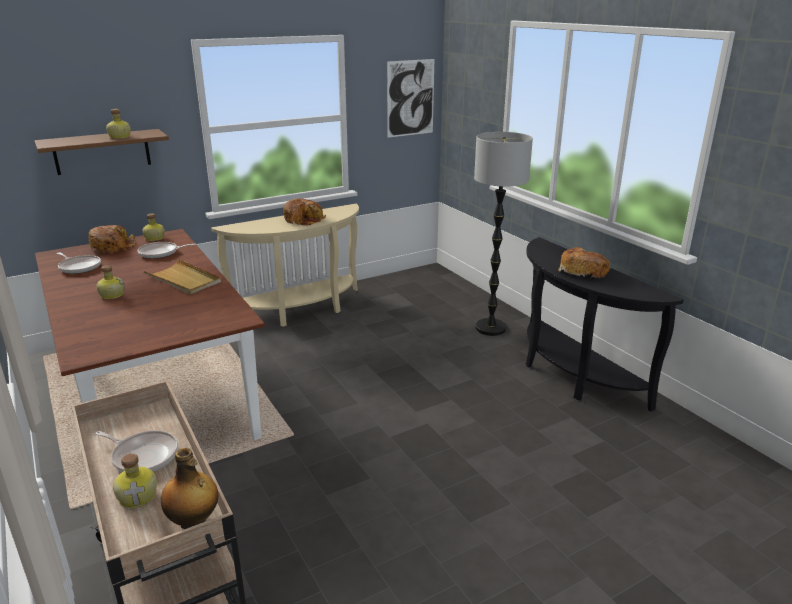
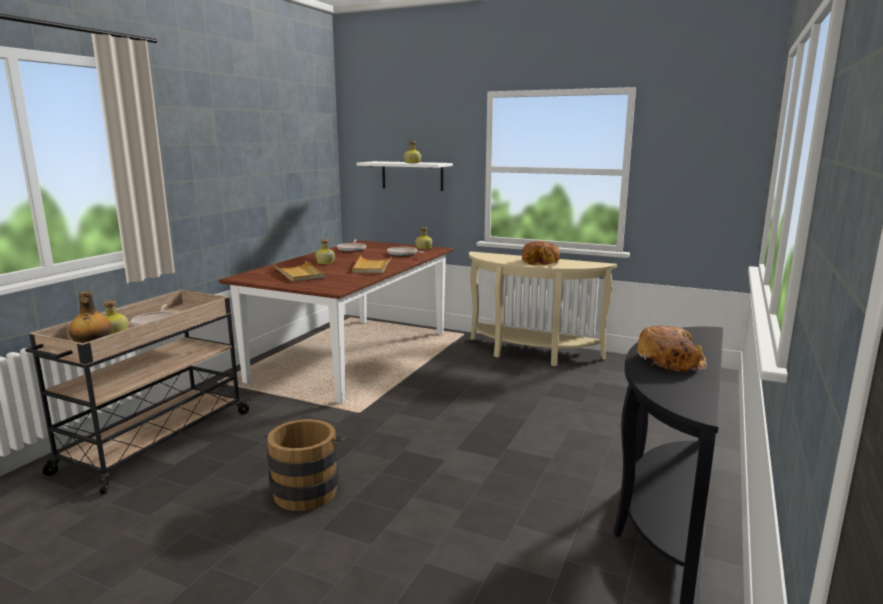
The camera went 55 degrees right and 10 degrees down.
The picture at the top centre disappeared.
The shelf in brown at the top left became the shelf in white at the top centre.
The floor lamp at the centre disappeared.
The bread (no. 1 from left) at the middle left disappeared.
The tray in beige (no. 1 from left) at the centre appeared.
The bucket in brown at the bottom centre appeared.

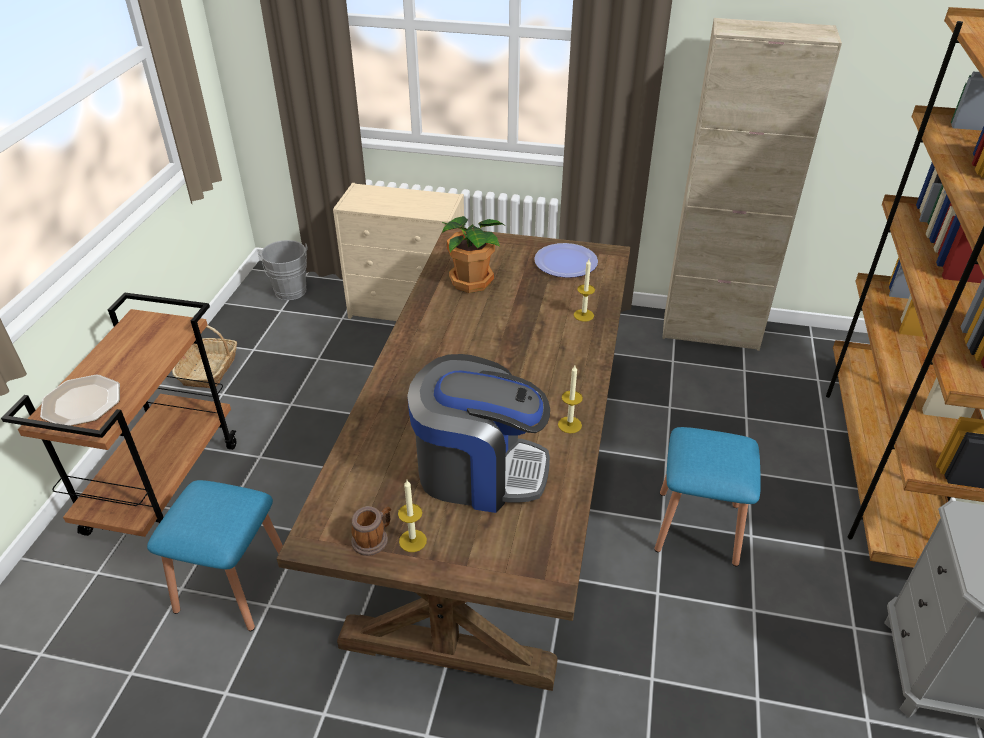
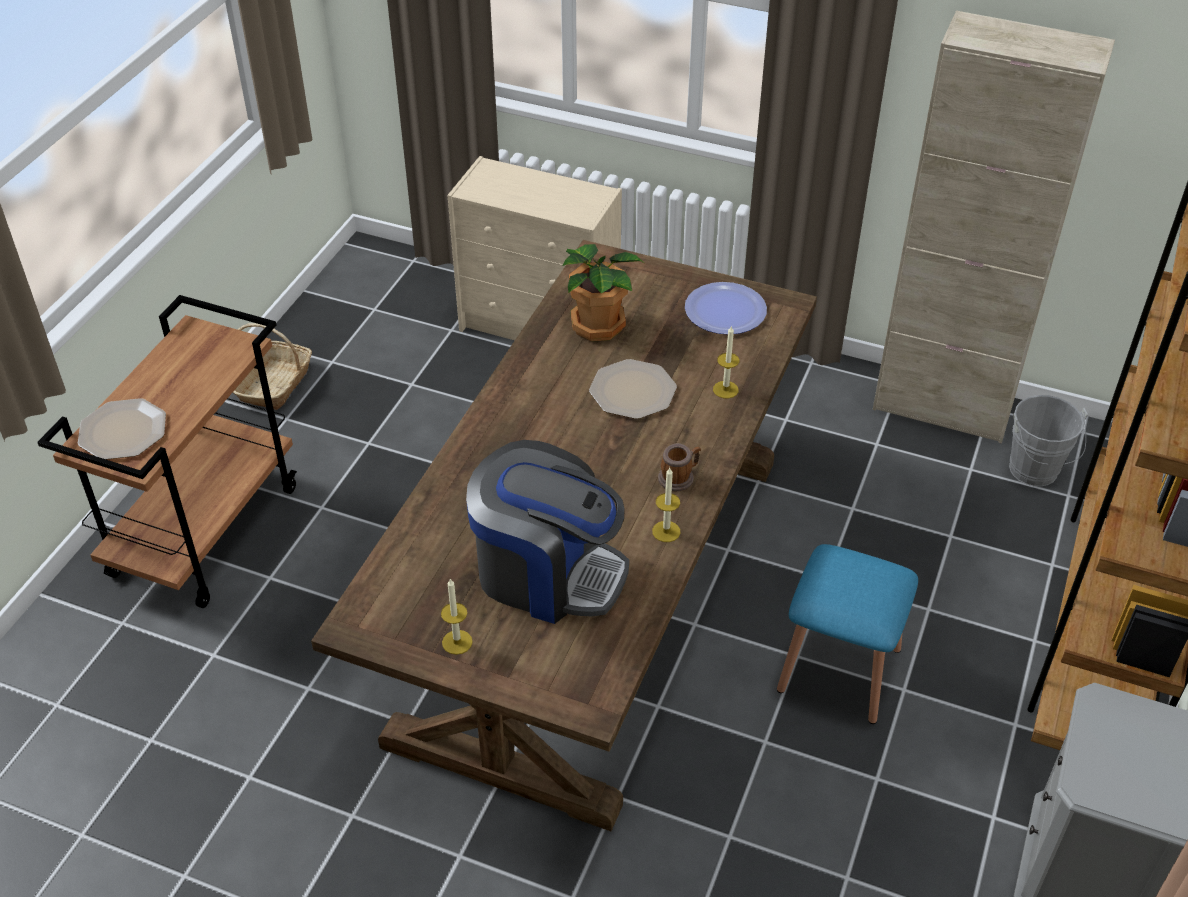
The camera went 10 degrees right and 5 degrees up.
The bucket in grey moved from the middle left to the middle right.
The stool in blue (no. 1 from left) at the bottom left disappeared.
The mug moved from the bottom centre to the centre.
The plate (no. 2 from left) at the centre appeared.

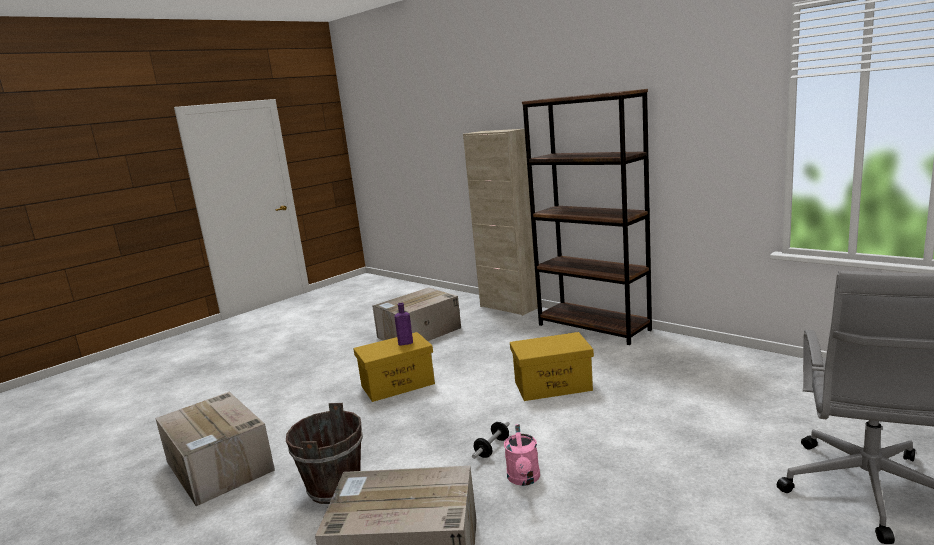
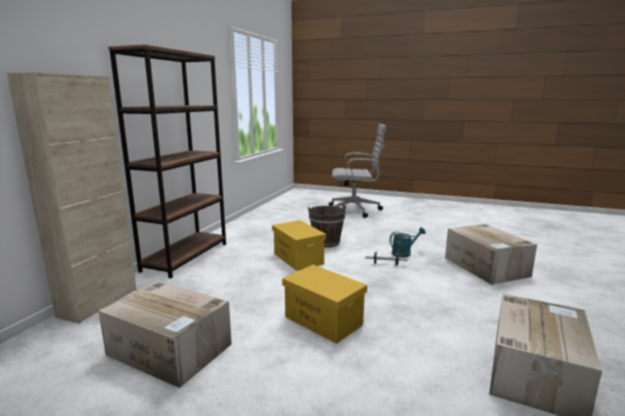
The camera went 115 degrees left and 0 degrees up.
The bottle in purple at the centre disappeared.
The bucket in brown moved from the bottom centre to the centre.
The watering can in pink at the bottom centre became the watering can in turquoise at the centre.

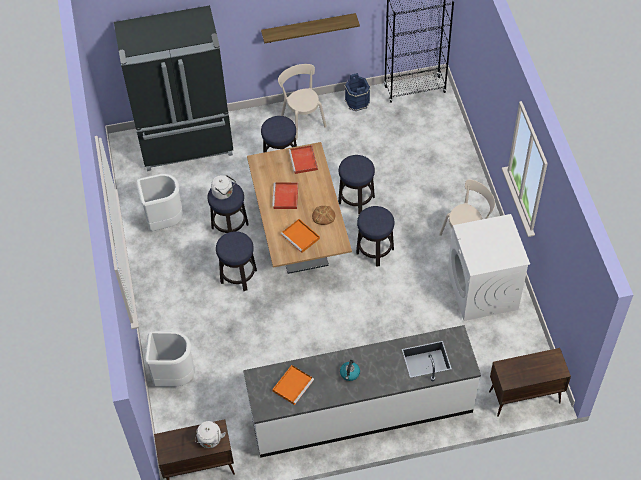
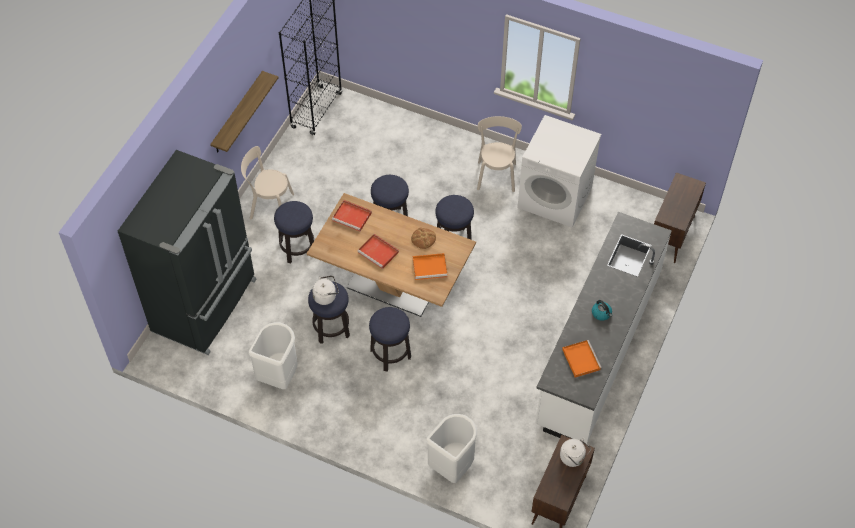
The camera went 55 degrees left and 0 degrees up.
The bucket in blue at the top centre disappeared.

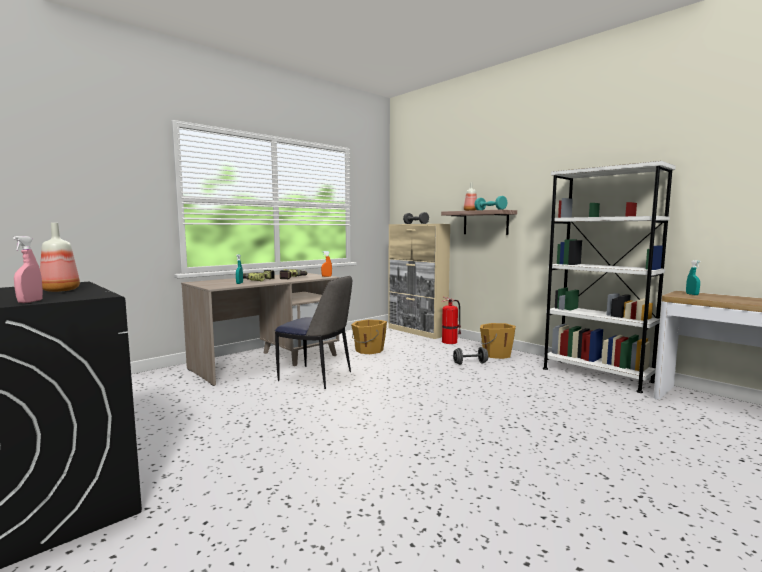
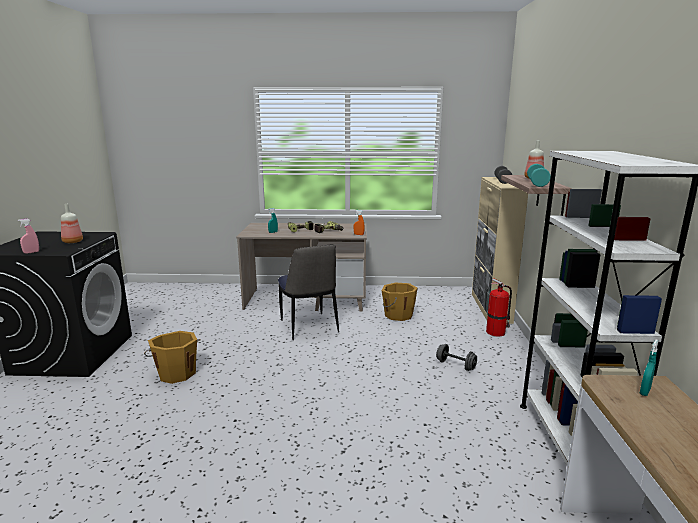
The camera went 45 degrees right and 10 degrees up.
The bucket in orange (no. 2 from left in the first image) moved from the centre to the bottom left.

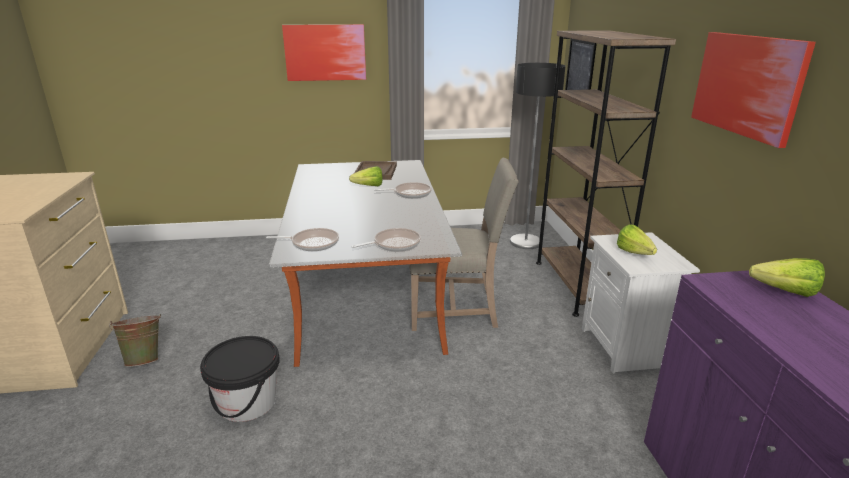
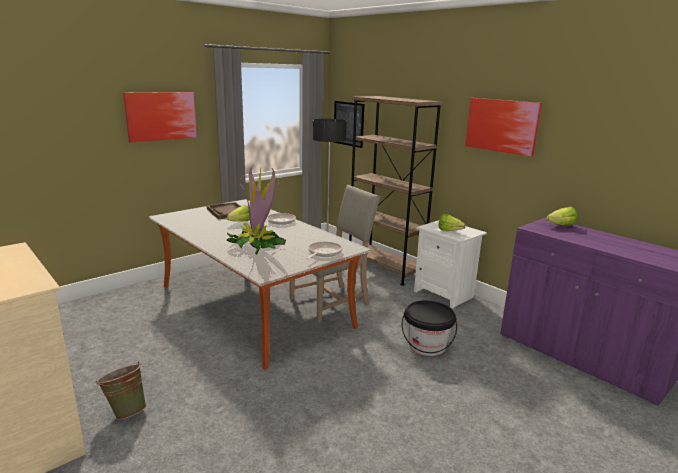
The camera went 35 degrees left and 5 degrees down.
The frying pan (no. 1 from left) at the centre disappeared.
The bucket in black moved from the bottom left to the bottom centre.
The potted plant at the centre appeared.

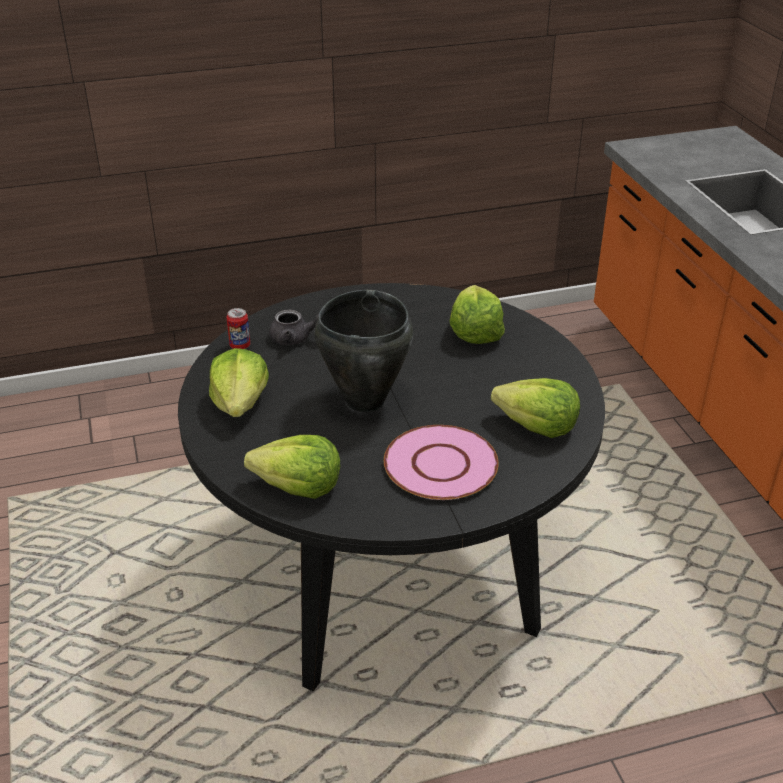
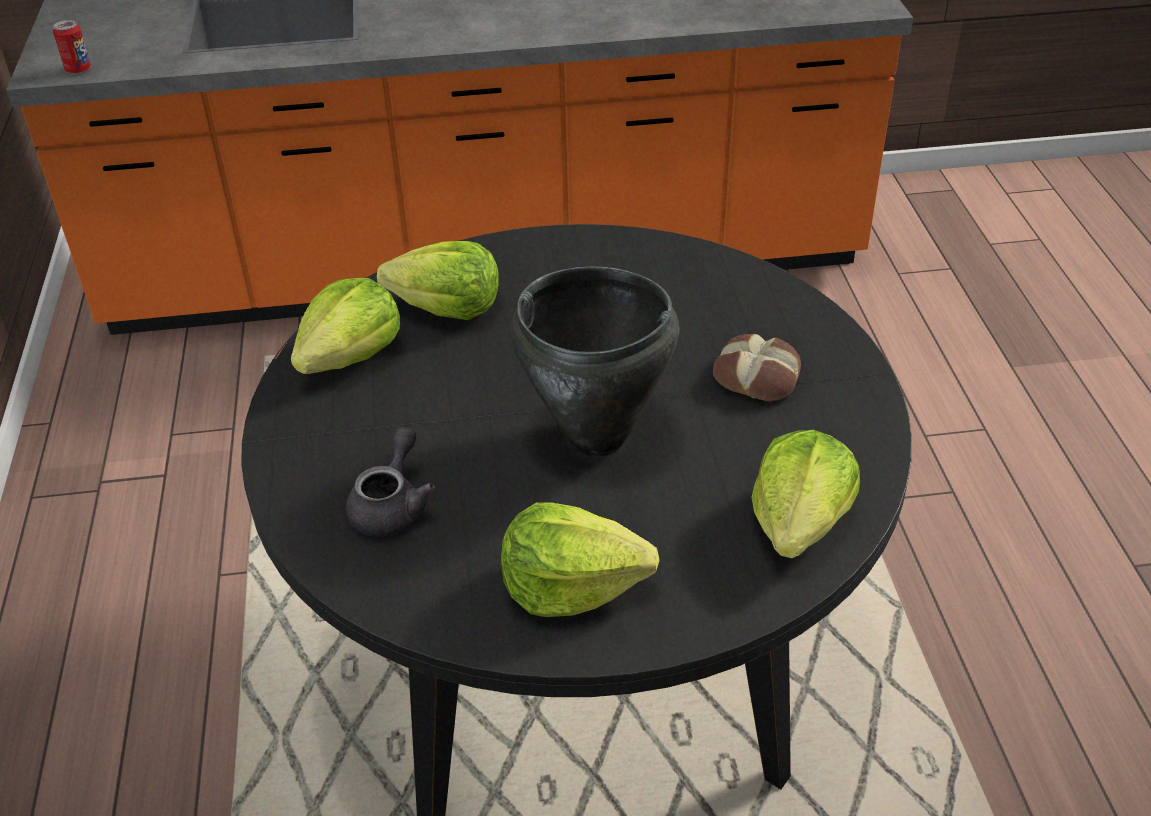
The camera went 80 degrees left and 5 degrees up.
The can moved from the middle left to the top left.
The lettuce (no. 4 from left in the first image) moved from the middle right to the middle left.
The plate in pink at the centre was replaced by the bread at the centre.

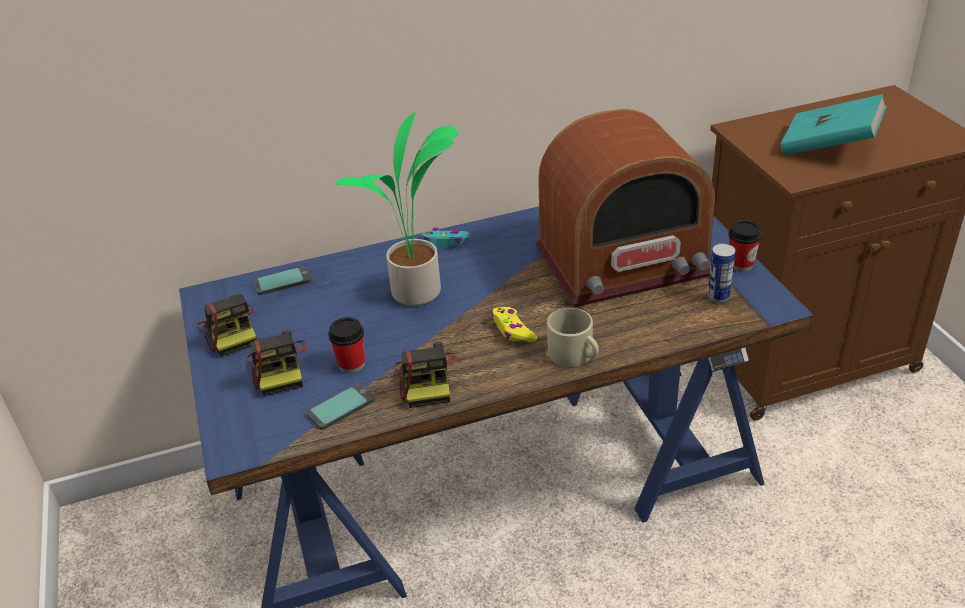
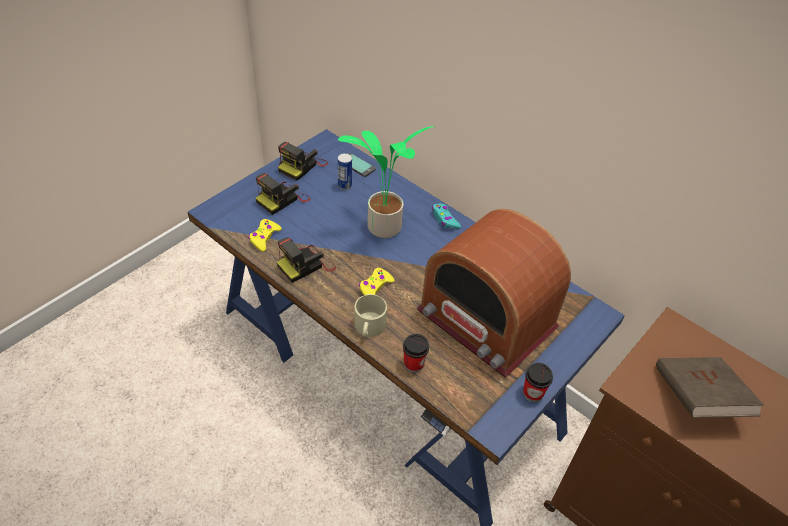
The camera went 55 degrees right and 10 degrees up.
The book in turquoise at the top right became the book in brown at the bottom right.
The can moved from the middle right to the top centre.
The cup (no. 1 from left) moved from the centre to the bottom centre.
The phone (no. 2 from left) at the bottom centre was replaced by the game controller in yellow (no. 1 from left) at the centre.

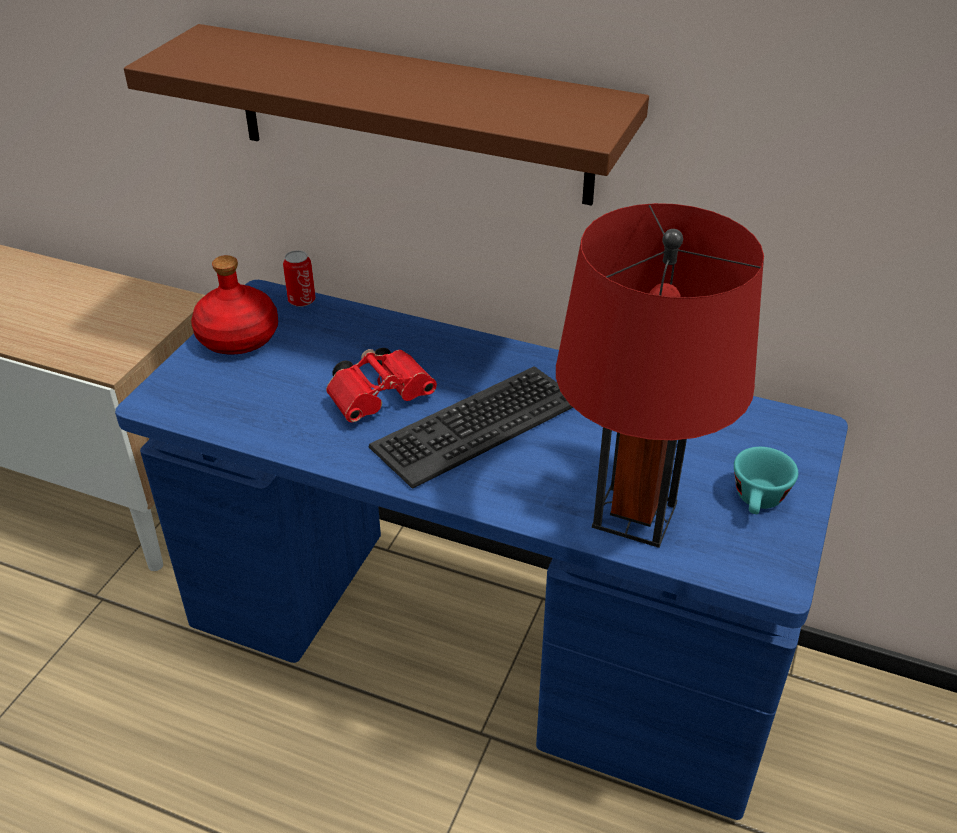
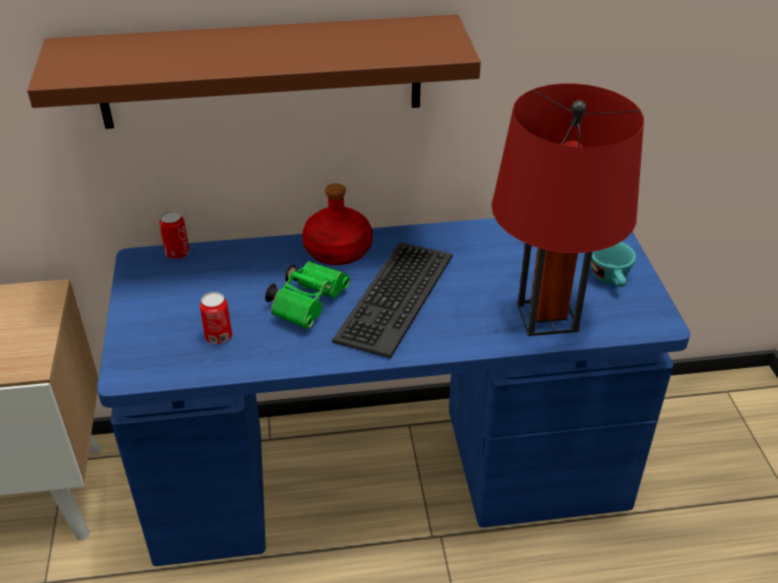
The camera went 30 degrees left and 0 degrees up.
The bottle in red moved from the middle left to the centre.
The binoculars in red at the centre became the binoculars in green at the centre.
The can (no. 2 from left) at the middle left appeared.

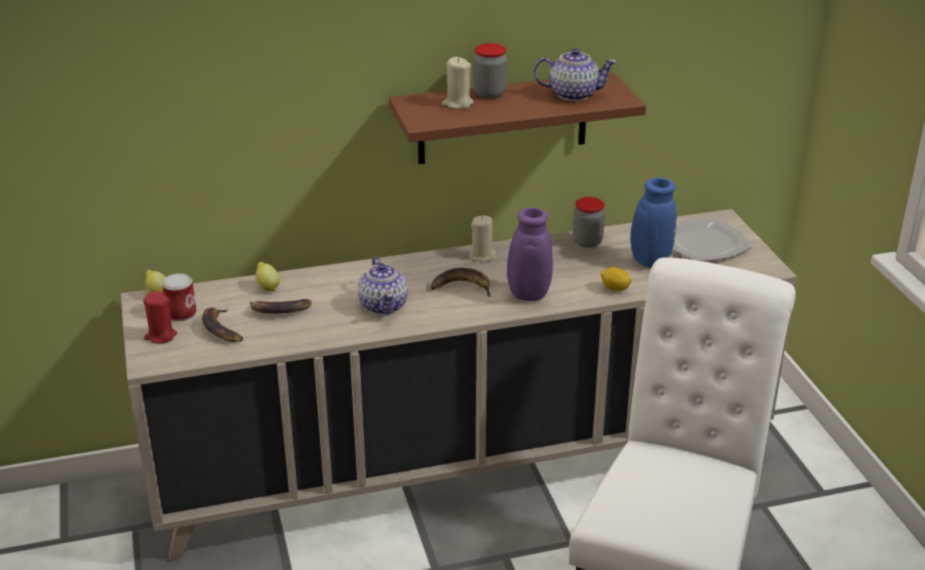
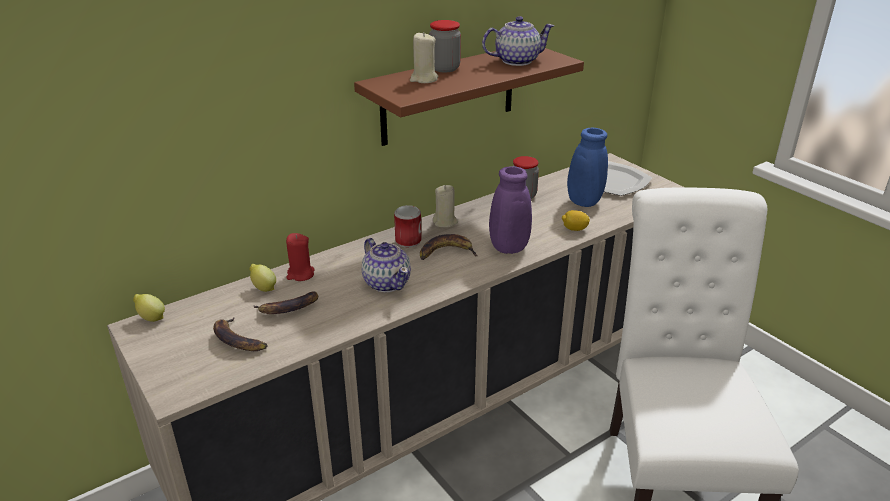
The camera went 20 degrees left and 0 degrees up.
The can moved from the middle left to the centre.
The candle in red moved from the middle left to the centre.

